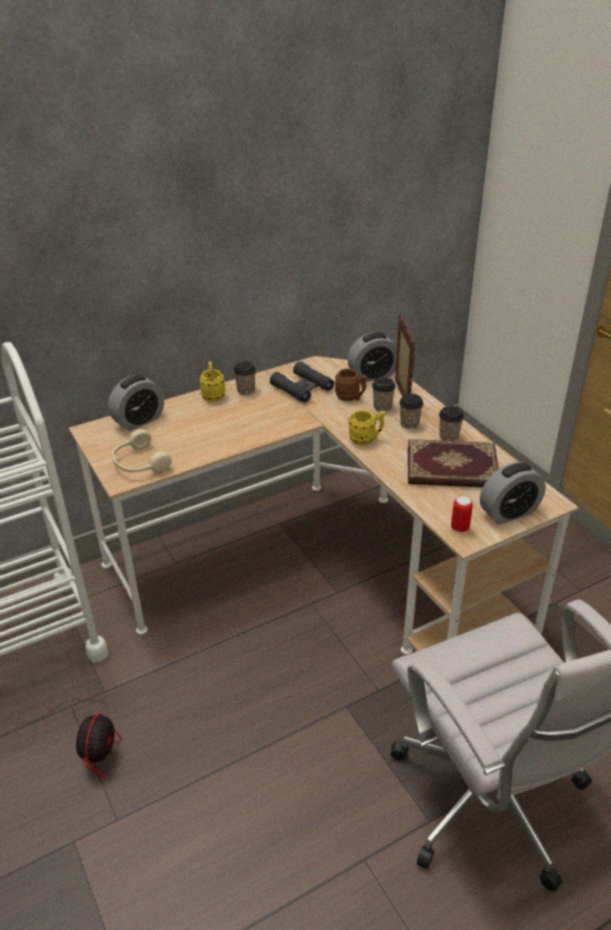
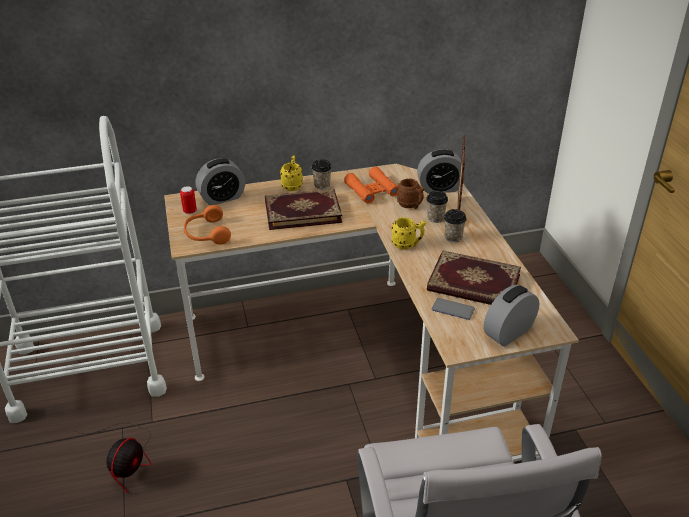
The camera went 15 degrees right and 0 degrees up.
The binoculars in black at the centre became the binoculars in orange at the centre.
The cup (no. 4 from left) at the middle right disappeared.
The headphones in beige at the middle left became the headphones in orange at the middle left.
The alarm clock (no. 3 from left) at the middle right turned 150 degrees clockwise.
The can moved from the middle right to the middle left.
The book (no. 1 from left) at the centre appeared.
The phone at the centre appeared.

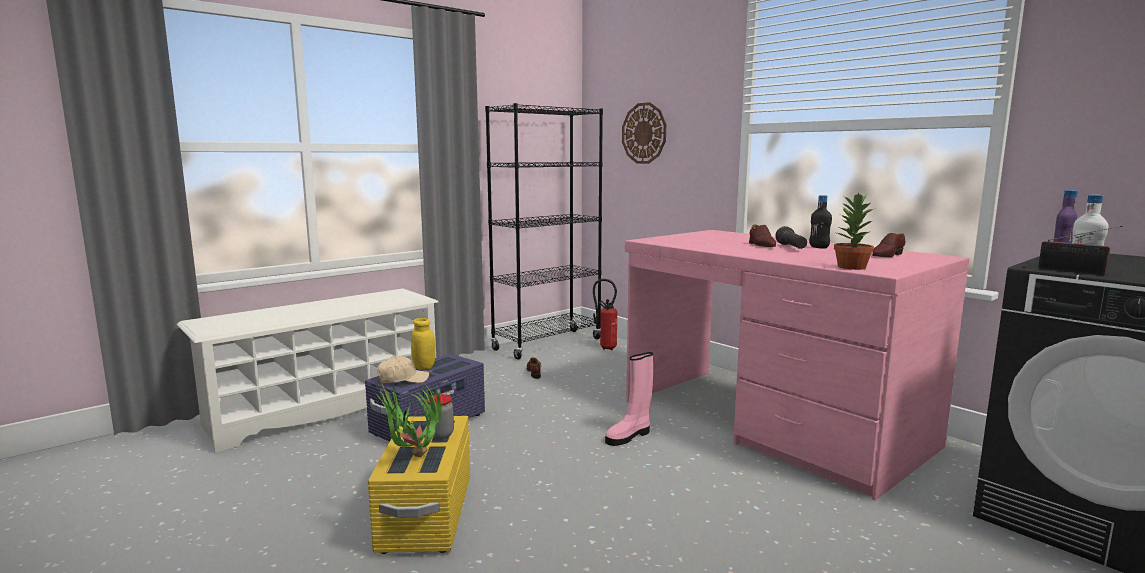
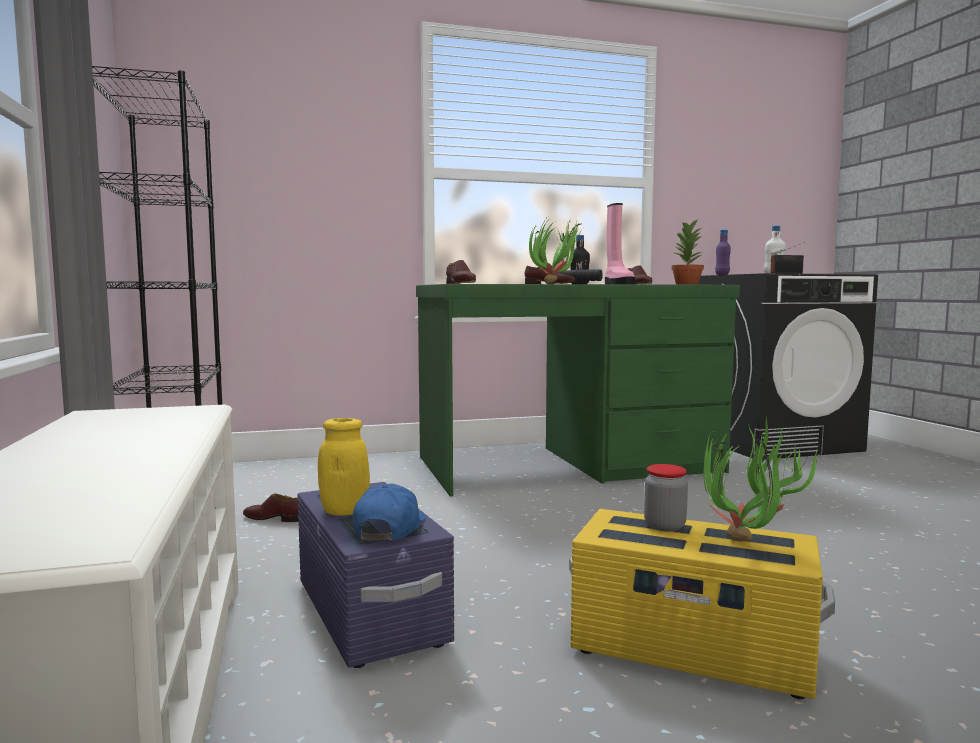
The camera went 65 degrees left and 5 degrees down.
The wall clock at the top centre disappeared.
The desk in pink at the middle right became the desk in green at the centre.
The fire extinguisher at the centre disappeared.
The boot in pink moved from the bottom centre to the top centre.
The cap in beige at the centre became the cap in blue at the bottom centre.
The potted plant (no. 1 from left) at the centre appeared.
The shoe in brown (no. 2 from left) at the centre appeared.

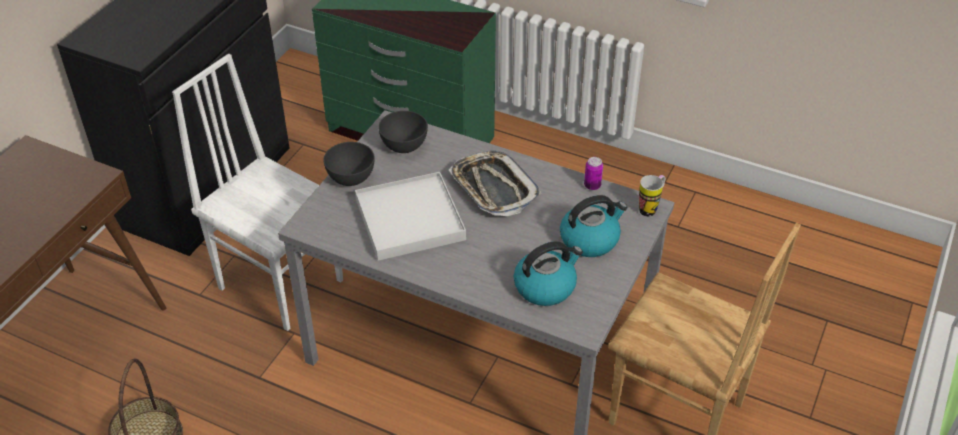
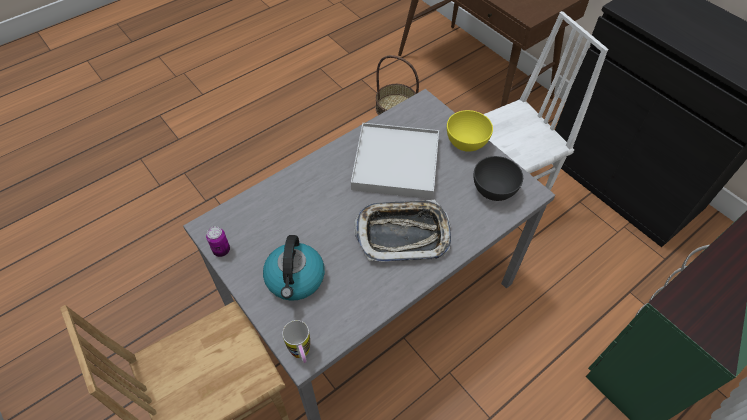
The camera went 115 degrees right and 10 degrees up.
The bowl in grey (no. 1 from left) at the centre became the bowl in yellow at the top centre.
The can moved from the centre to the middle left.
The kettle (no. 1 from left) at the centre disappeared.

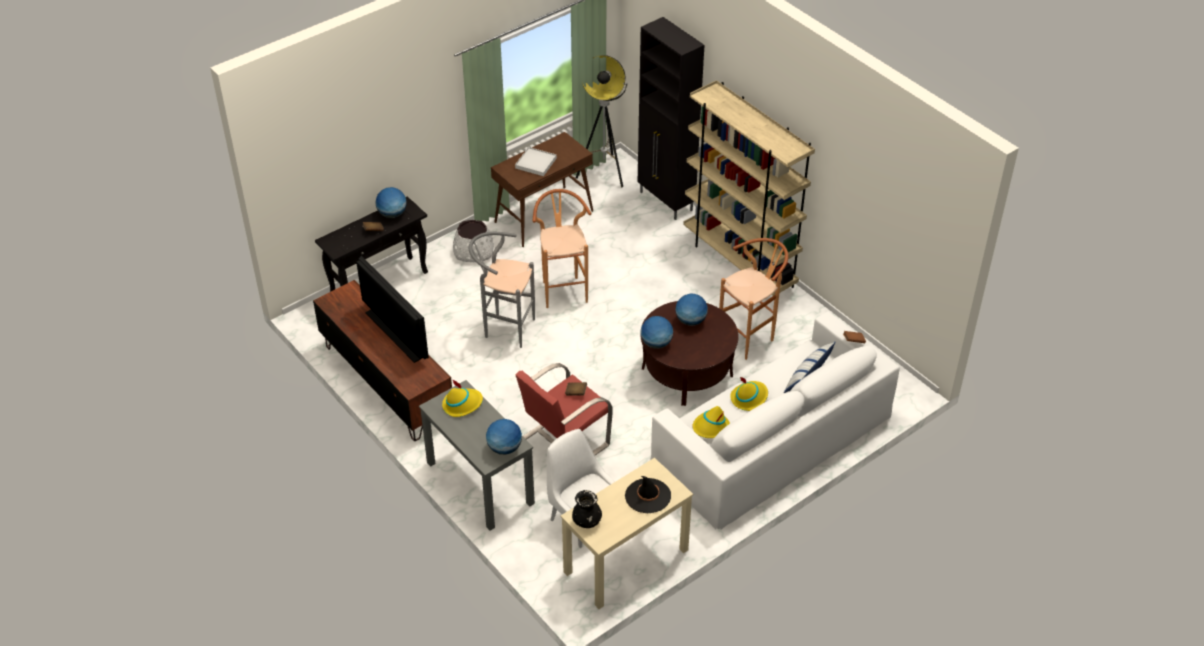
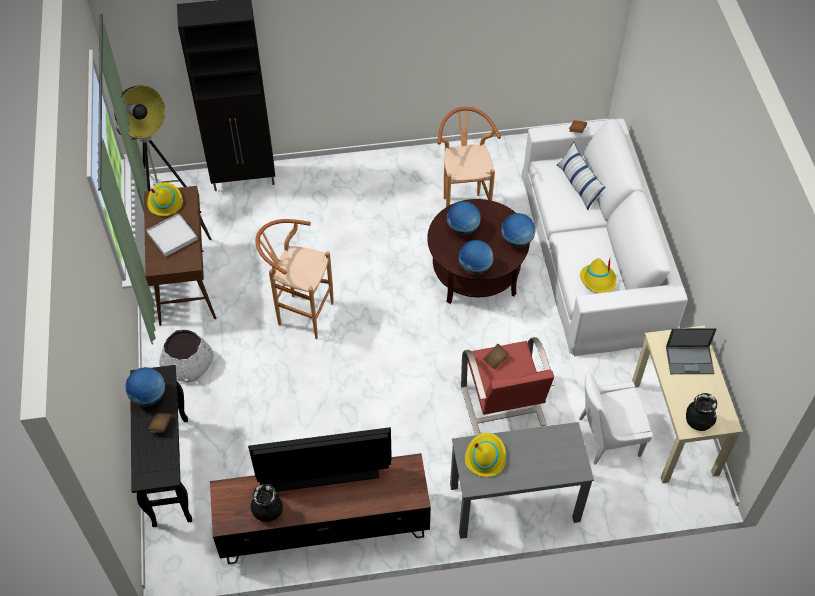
The camera went 60 degrees left and 10 degrees up.
The bookcase in beige at the top centre disappeared.
The stool in grey at the centre disappeared.
The hat in yellow (no. 3 from left in the first image) moved from the centre to the middle left.
The globe (no. 2 from left in the first image) moved from the bottom centre to the centre.
The hat in black at the bottom centre was replaced by the laptop at the middle right.
The vase in black (no. 1 from left) at the bottom left appeared.

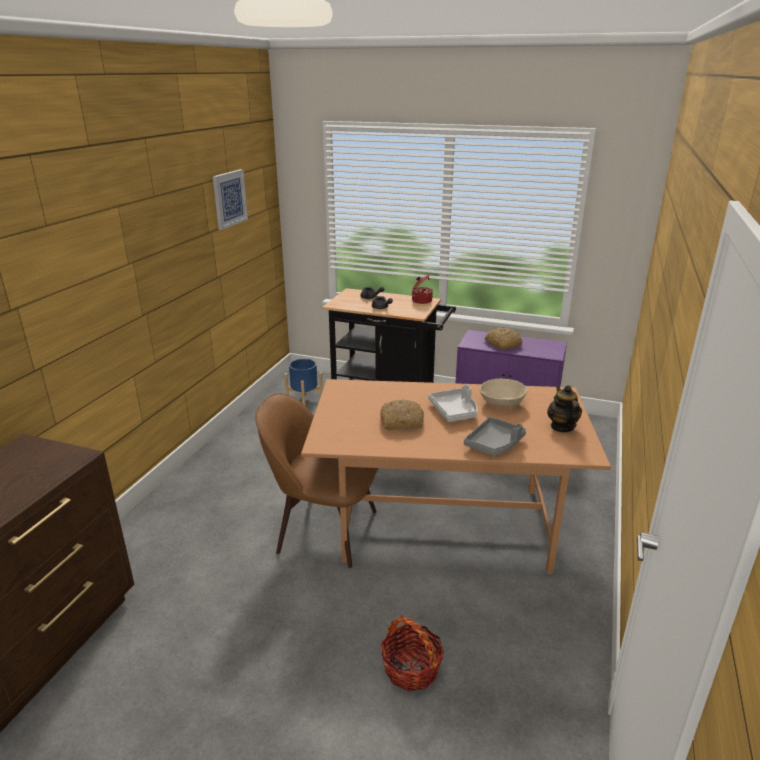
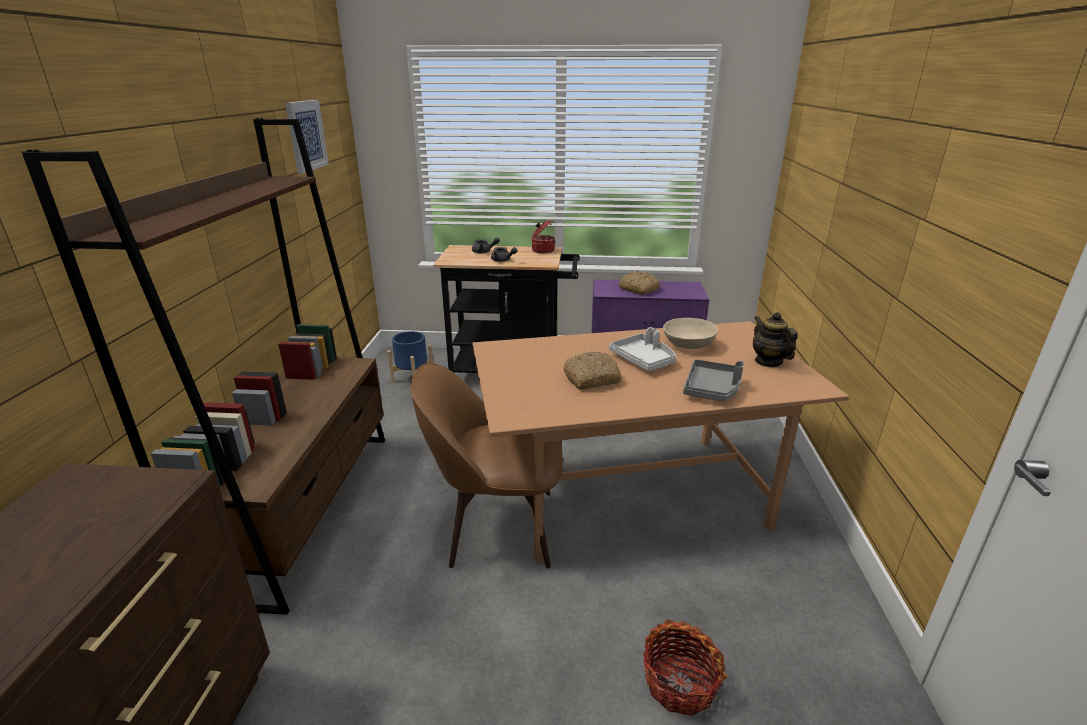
The camera went 15 degrees left and 0 degrees up.
The bookcase in brown at the middle left appeared.

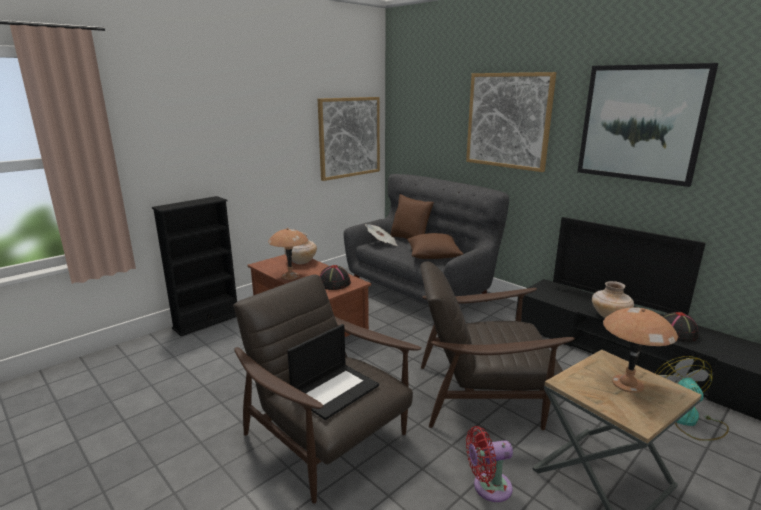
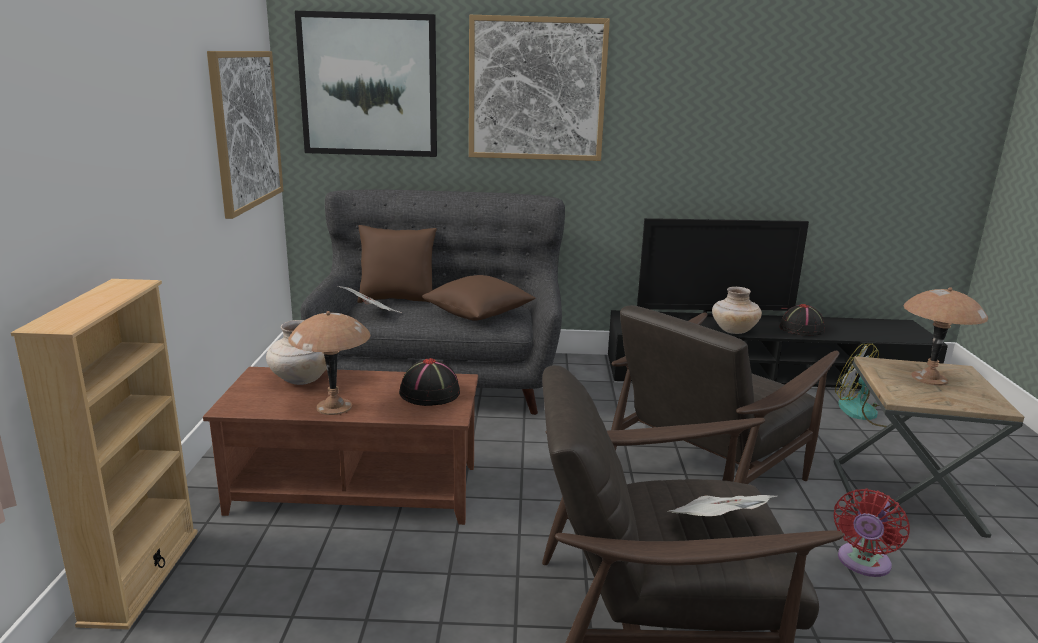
The camera went 45 degrees left and 0 degrees up.
The picture (no. 3 from left in the first image) moved from the top right to the top centre.
The bookcase in black at the middle left became the bookcase in beige at the bottom left.
The laptop at the bottom centre was replaced by the newspaper (no. 2 from left) at the bottom right.

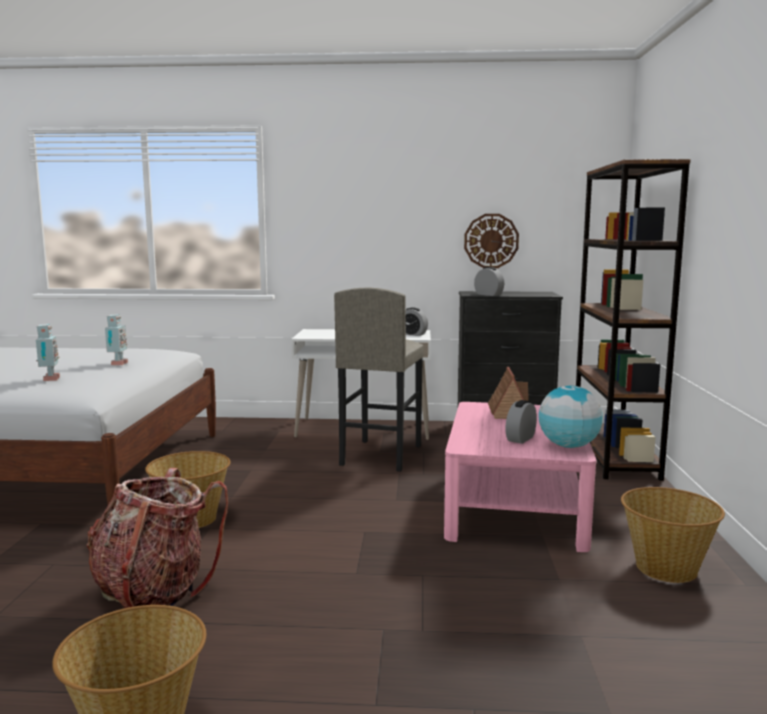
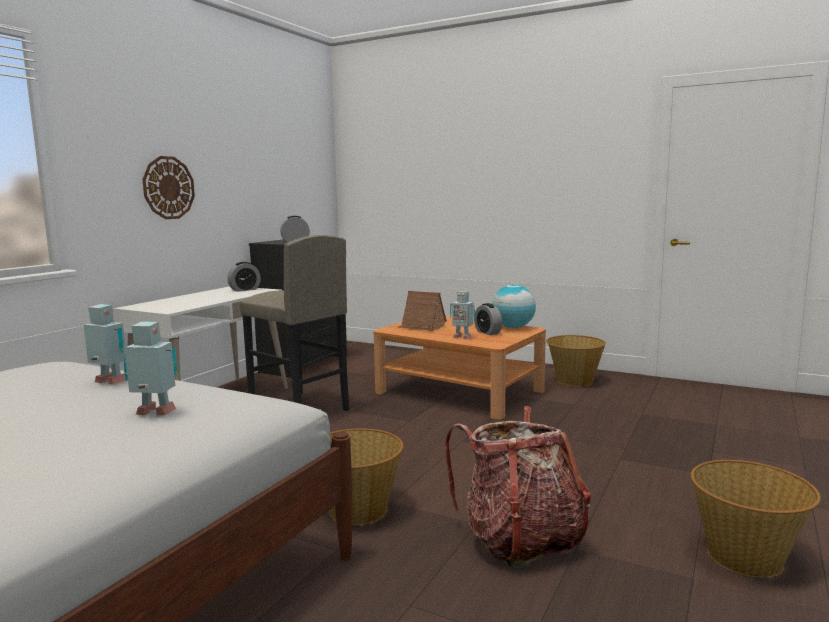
The camera went 65 degrees left and 0 degrees up.
The bookcase in brown at the middle right disappeared.
The wall clock moved from the centre to the top left.
The coffee table in pink at the bottom right became the coffee table in brown at the centre.
The toy robot (no. 3 from left) at the centre appeared.

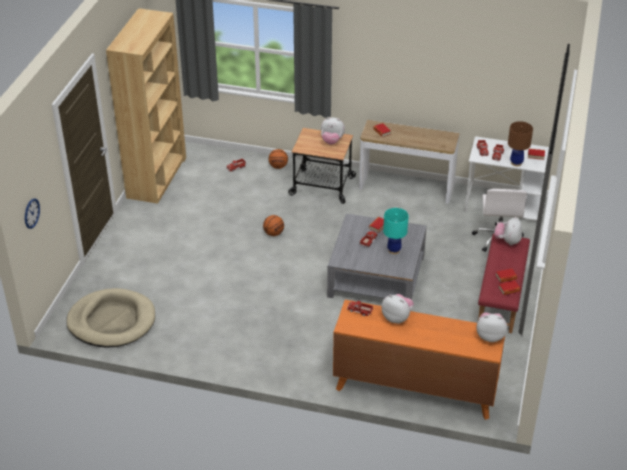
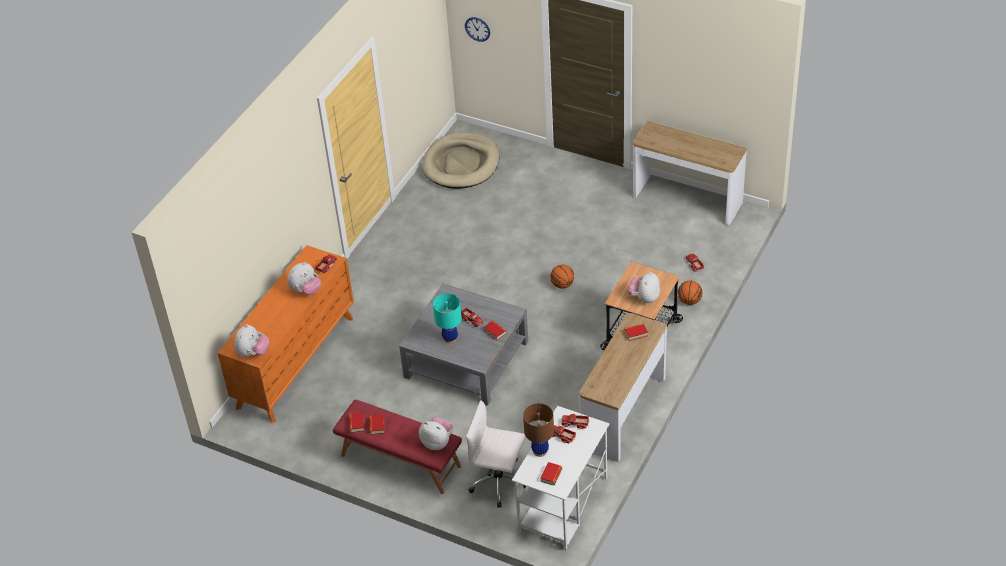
The camera went 105 degrees right and 5 degrees up.
The bookcase in brown at the top left was replaced by the console table (no. 2 from left) at the top right.

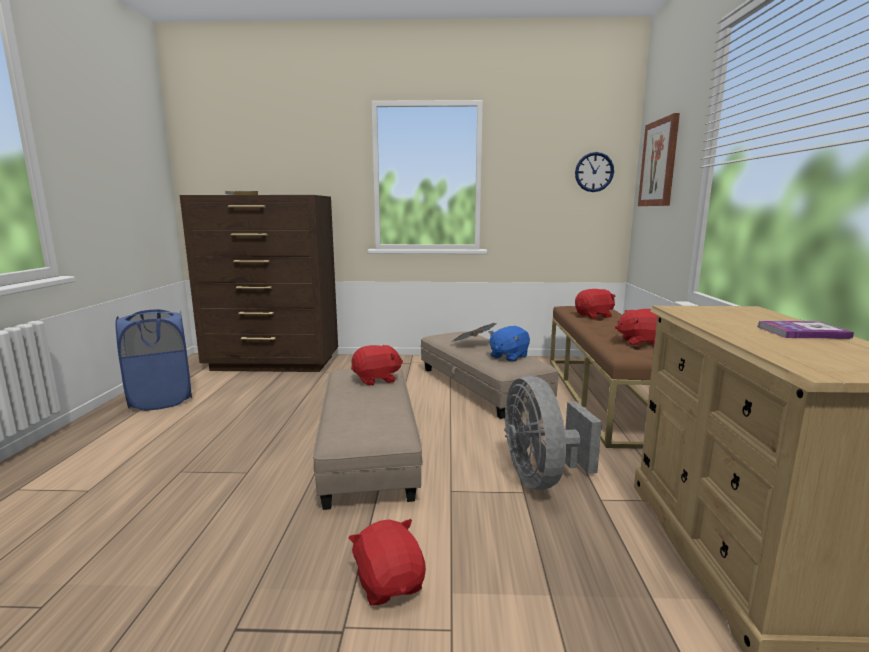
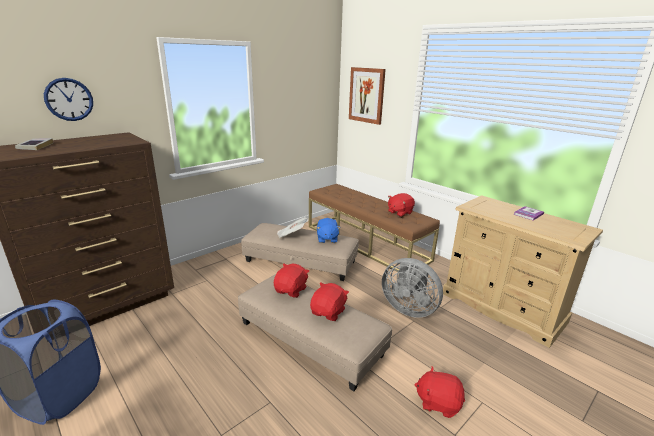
The camera went 45 degrees left and 10 degrees up.
The wall clock moved from the top right to the top left.
The plush toy in red (no. 3 from left in the first image) moved from the middle right to the bottom centre.

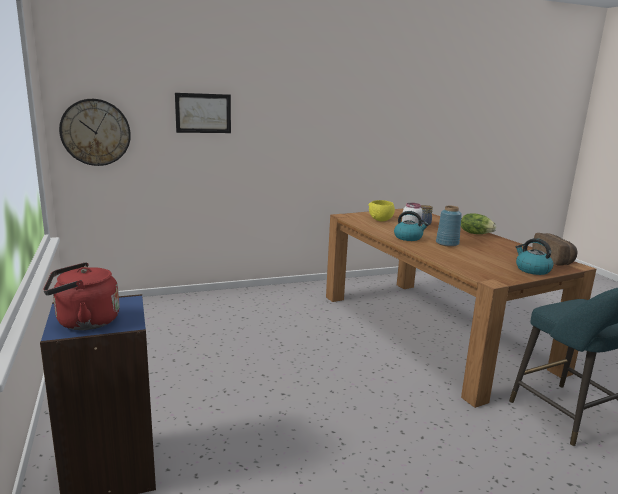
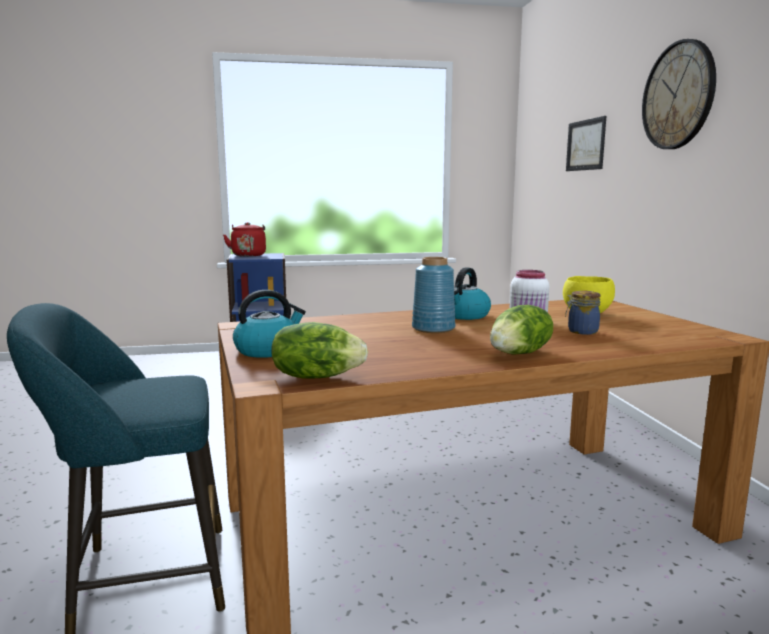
The camera went 100 degrees right and 5 degrees down.
The wall clock moved from the top left to the top right.
The bread at the middle right was replaced by the lettuce (no. 1 from left) at the centre.

